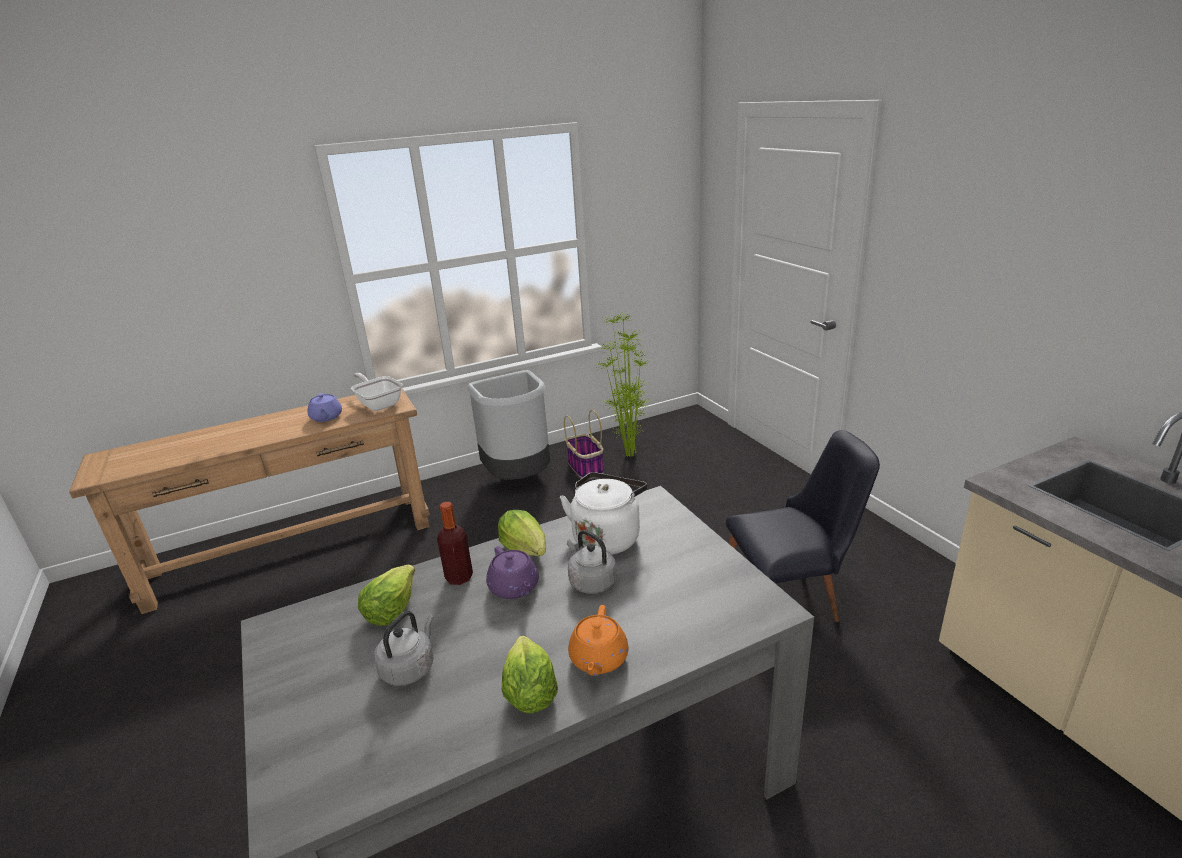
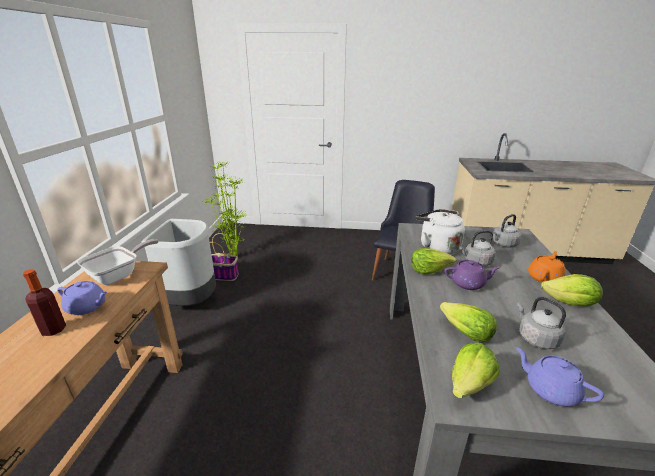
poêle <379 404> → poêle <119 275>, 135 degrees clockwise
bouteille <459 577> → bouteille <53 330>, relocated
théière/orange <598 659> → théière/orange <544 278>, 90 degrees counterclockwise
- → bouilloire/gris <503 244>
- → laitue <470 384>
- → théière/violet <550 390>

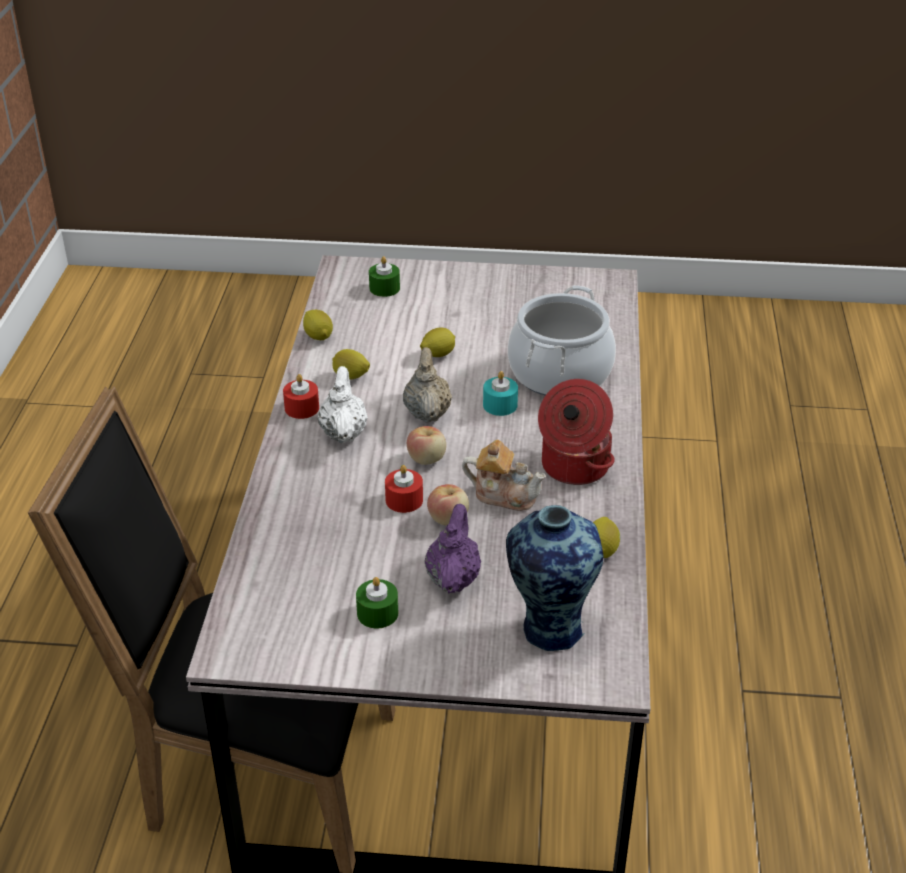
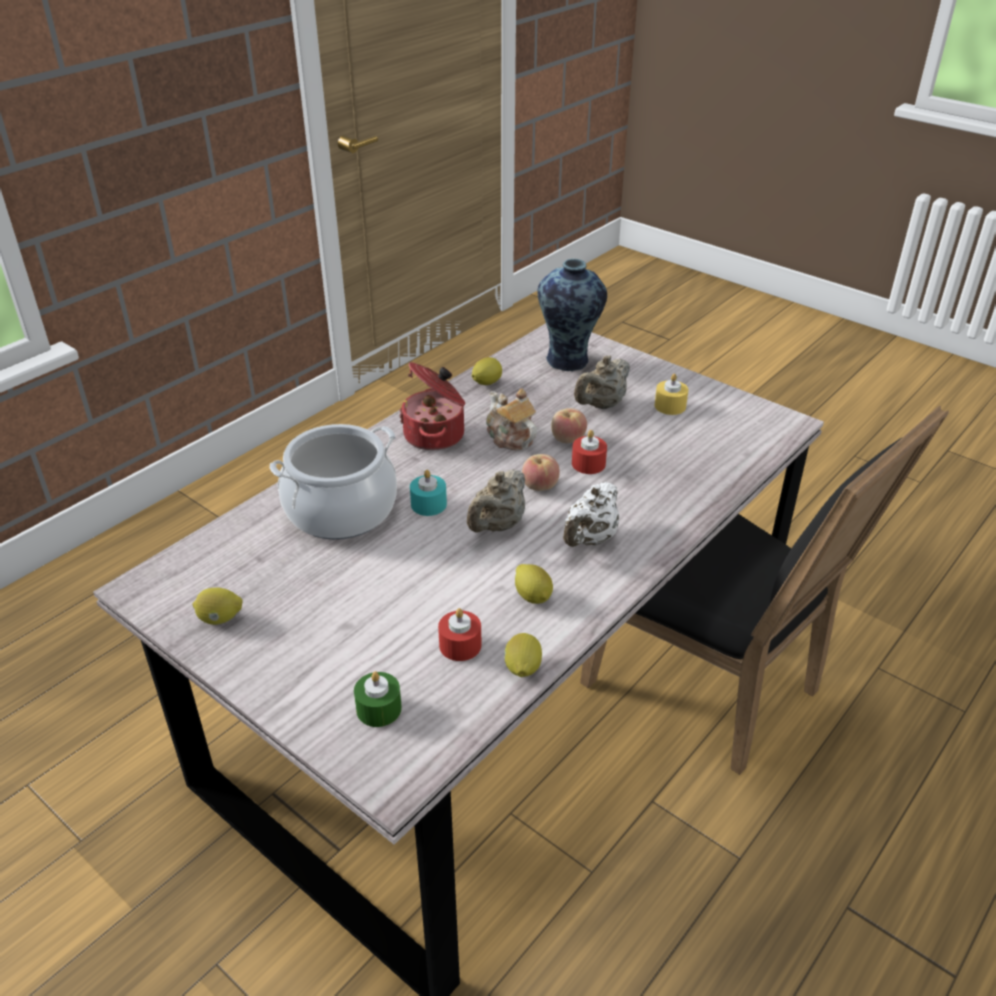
citron <437 354> → citron <220 619>, relocated
bougie/rouge <302 408> → bougie/rouge <460 645>, relocated
théière/violet <453 578> → théière/beige <601 405>
bougie/vert <377 613> → bougie/jaune <670 406>

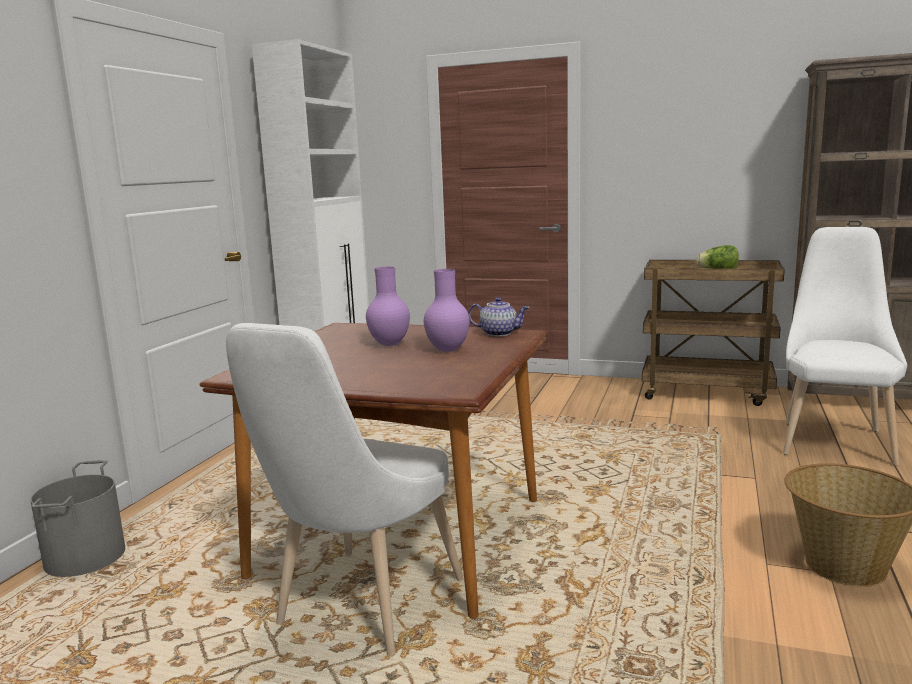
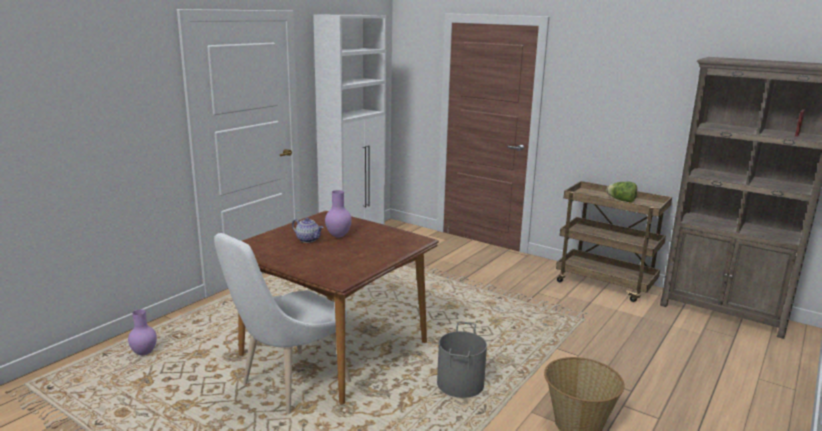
chaise/blanc <834 439> → -
vase/violet <447 350> → vase/violet <144 353>, relocated
théière <499 333> → théière <308 239>, relocated
seau/gris <86 558> → seau/gris <461 384>, relocated

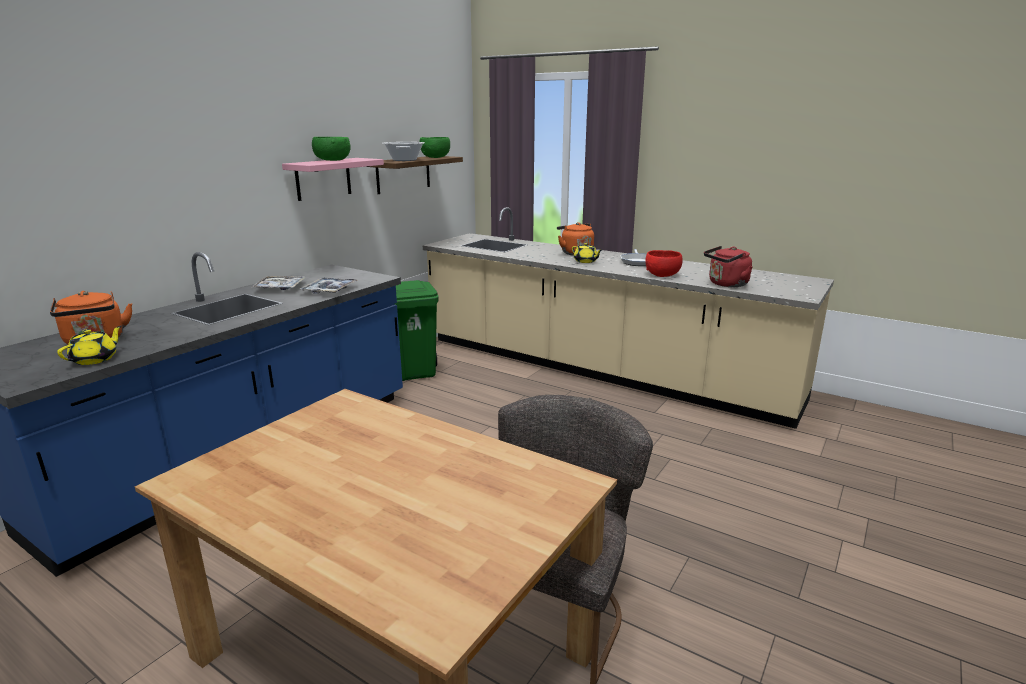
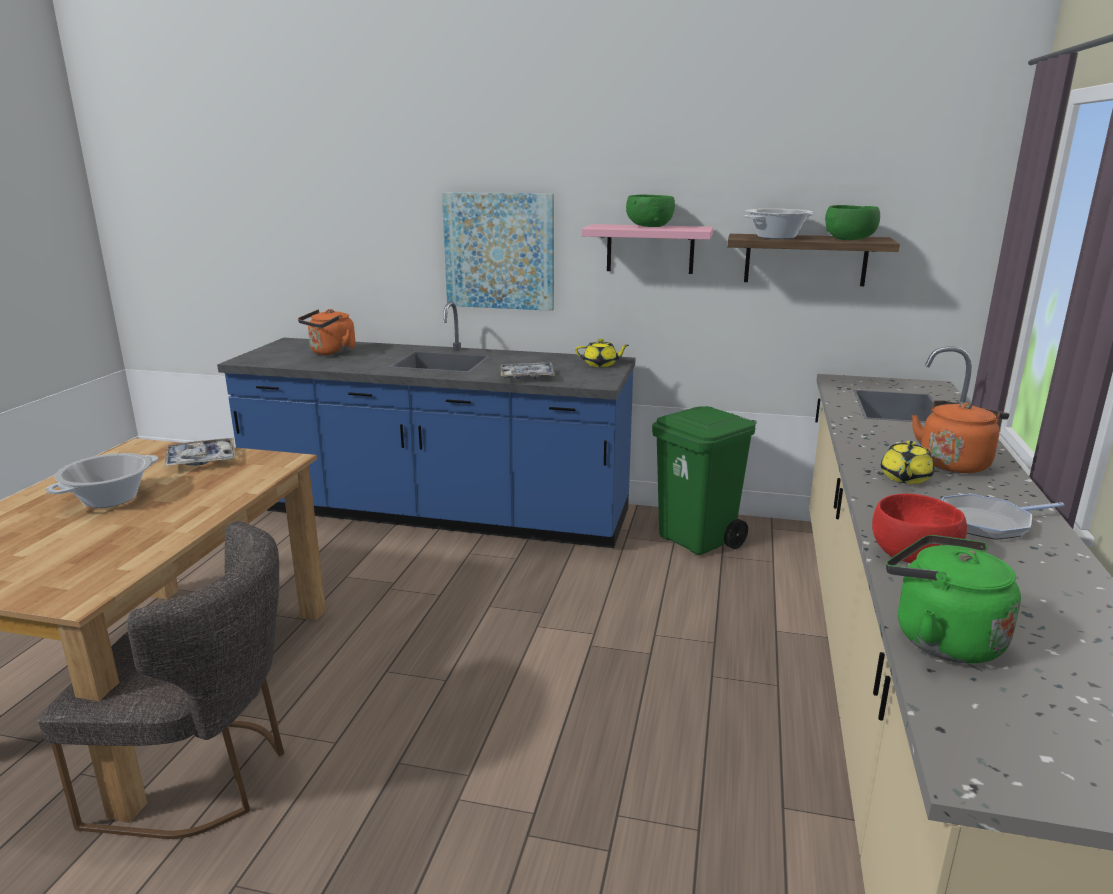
bouilloire/rouge <726 284> → bouilloire/vert <940 638>
plateau <280 288> → plateau <201 460>, relocated
théière/jaune <95 359> → théière/jaune <601 364>, relocated
- → tableau <499 251>
- → marmite <110 499>

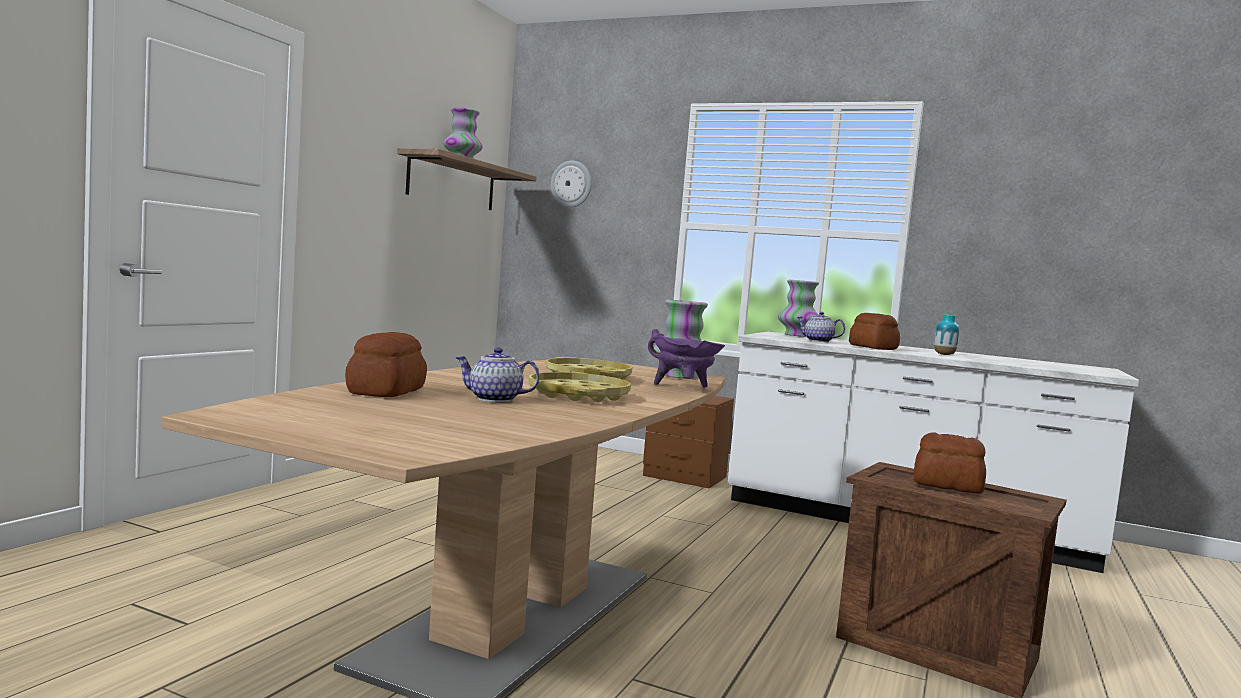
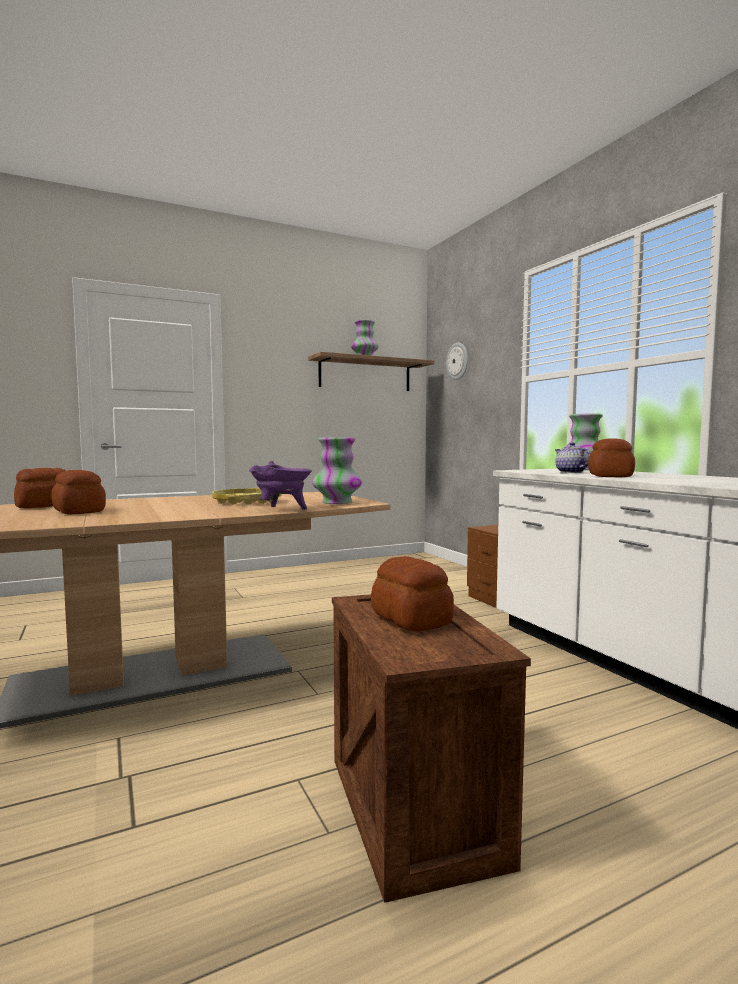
vase <944 354> → -
théière <494 399> → pain <78 511>
plateau/jaune <579 395> → -

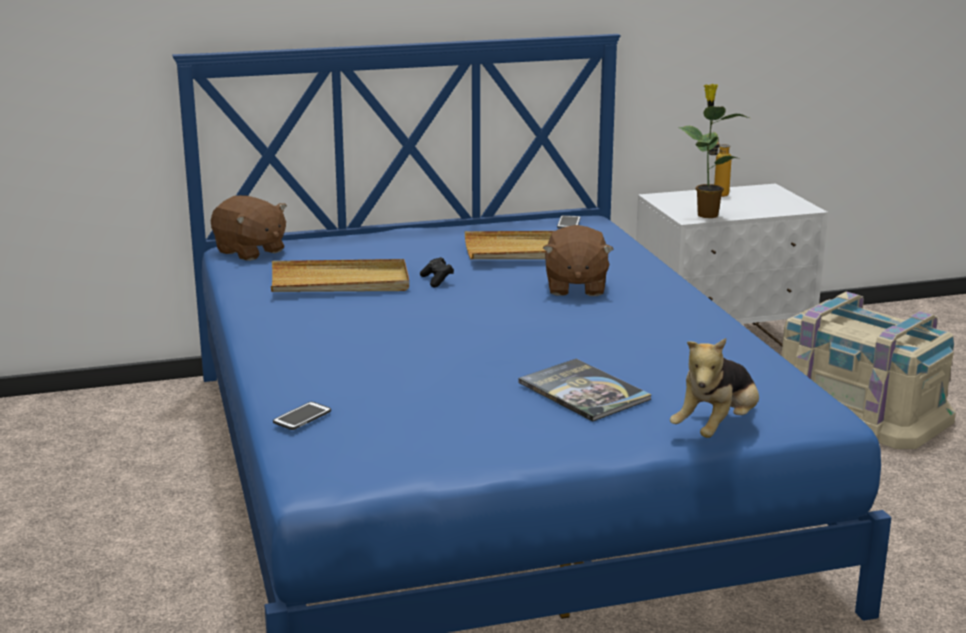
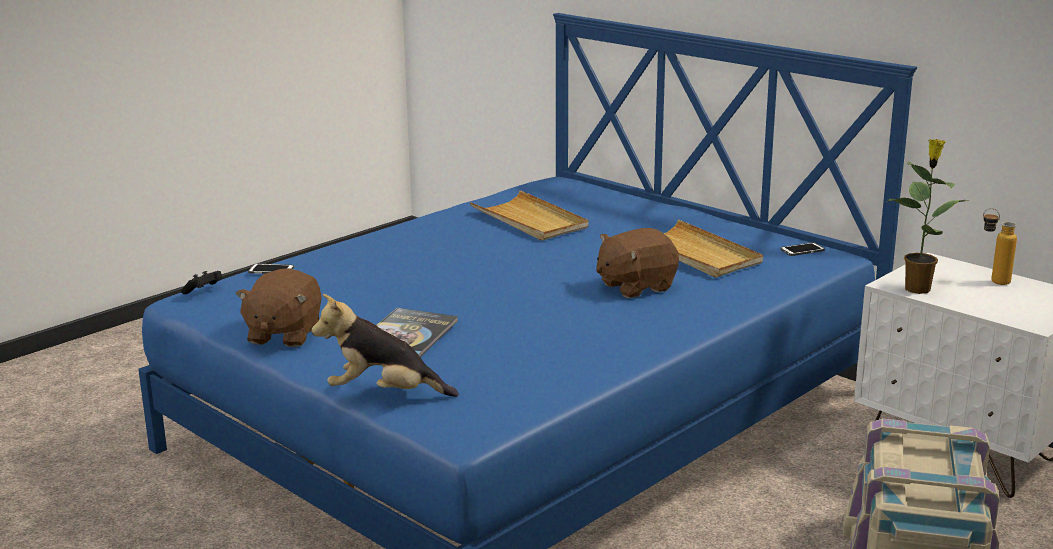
peluche/marron <250 251> → peluche/marron <283 335>, relocated
manette/noir <437 280> → manette/noir <204 291>, relocated

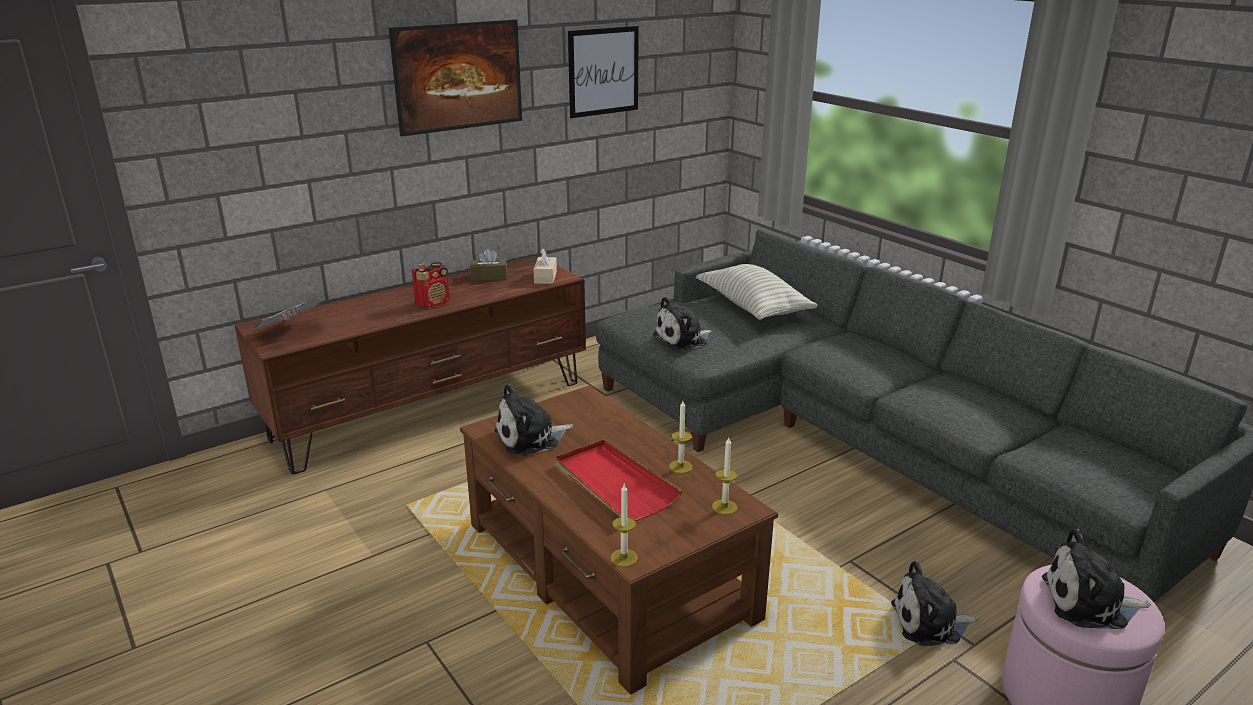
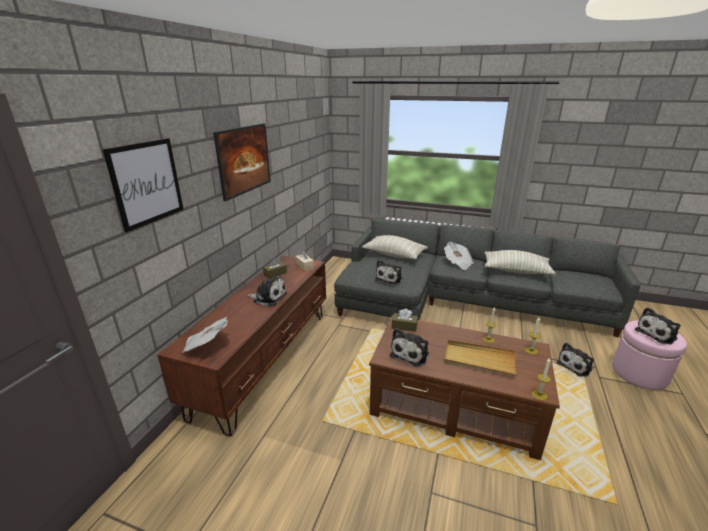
tableau <603 71> → tableau <147 183>, relocated
radio <433 302> → peluche <268 297>
plateau/rouge <614 484> → plateau/beige <479 360>
- → journal <458 263>
- → coussin <516 271>
- → boîte à mouchoirs/marron <404 326>

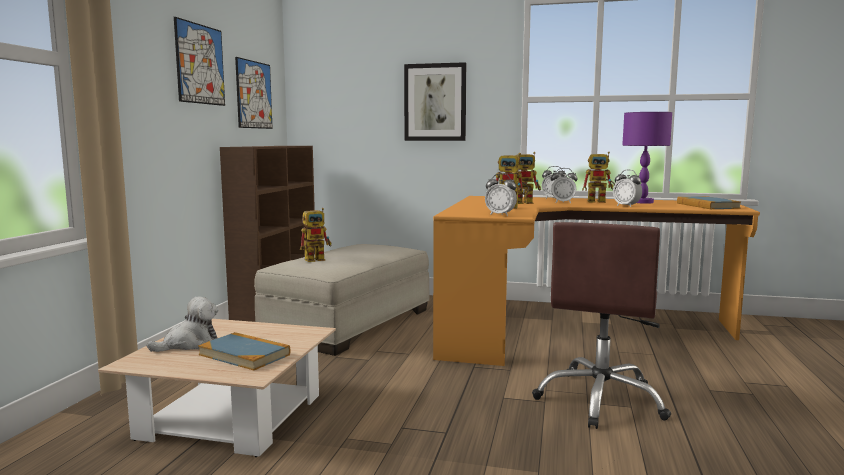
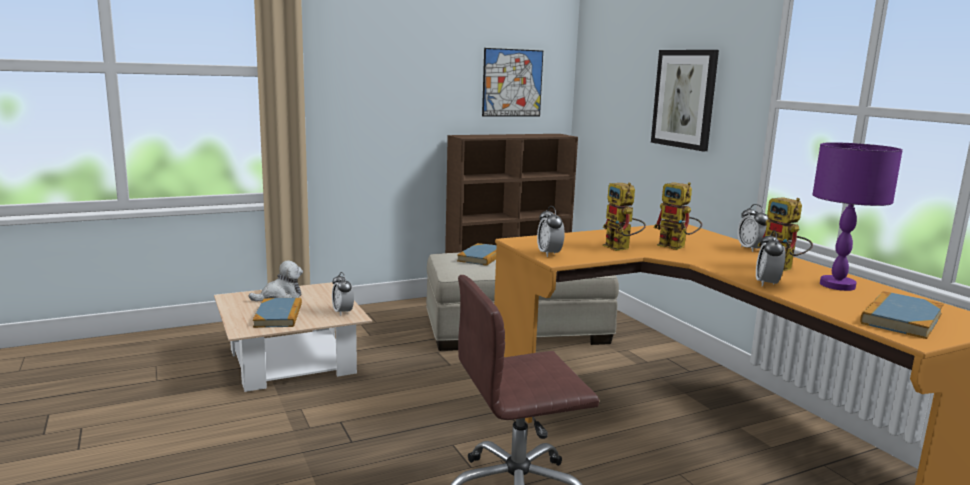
tableau <200 64> → -
réveil <563 202> → réveil <343 312>, relocated
robot jouet <318 259> → livre <482 257>
peluche <189 344> → peluche <280 297>, 45 degrees counterclockwise

